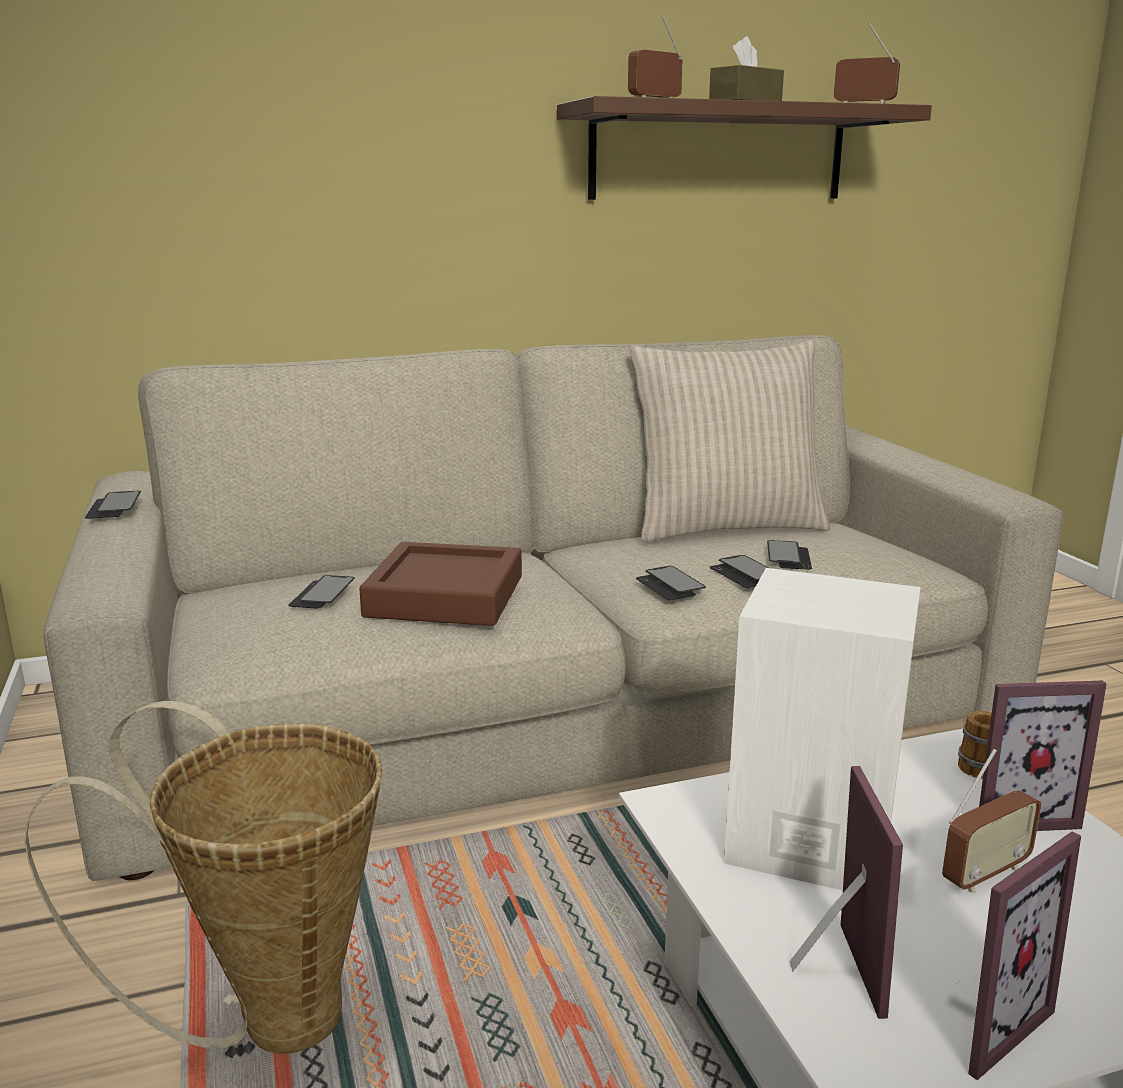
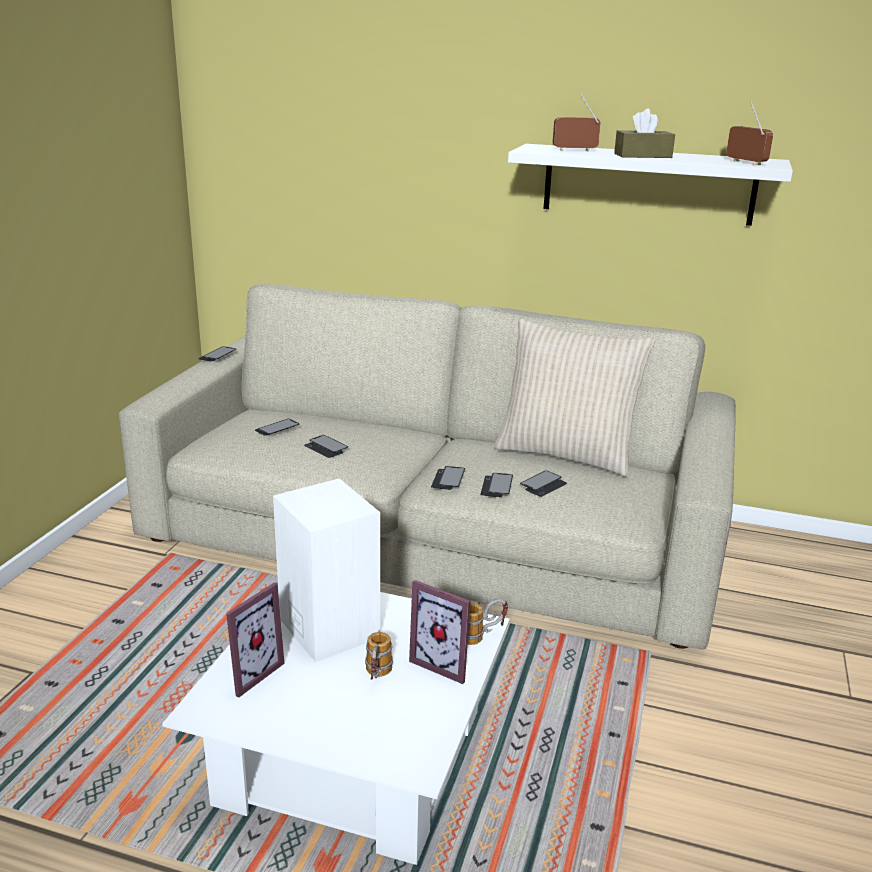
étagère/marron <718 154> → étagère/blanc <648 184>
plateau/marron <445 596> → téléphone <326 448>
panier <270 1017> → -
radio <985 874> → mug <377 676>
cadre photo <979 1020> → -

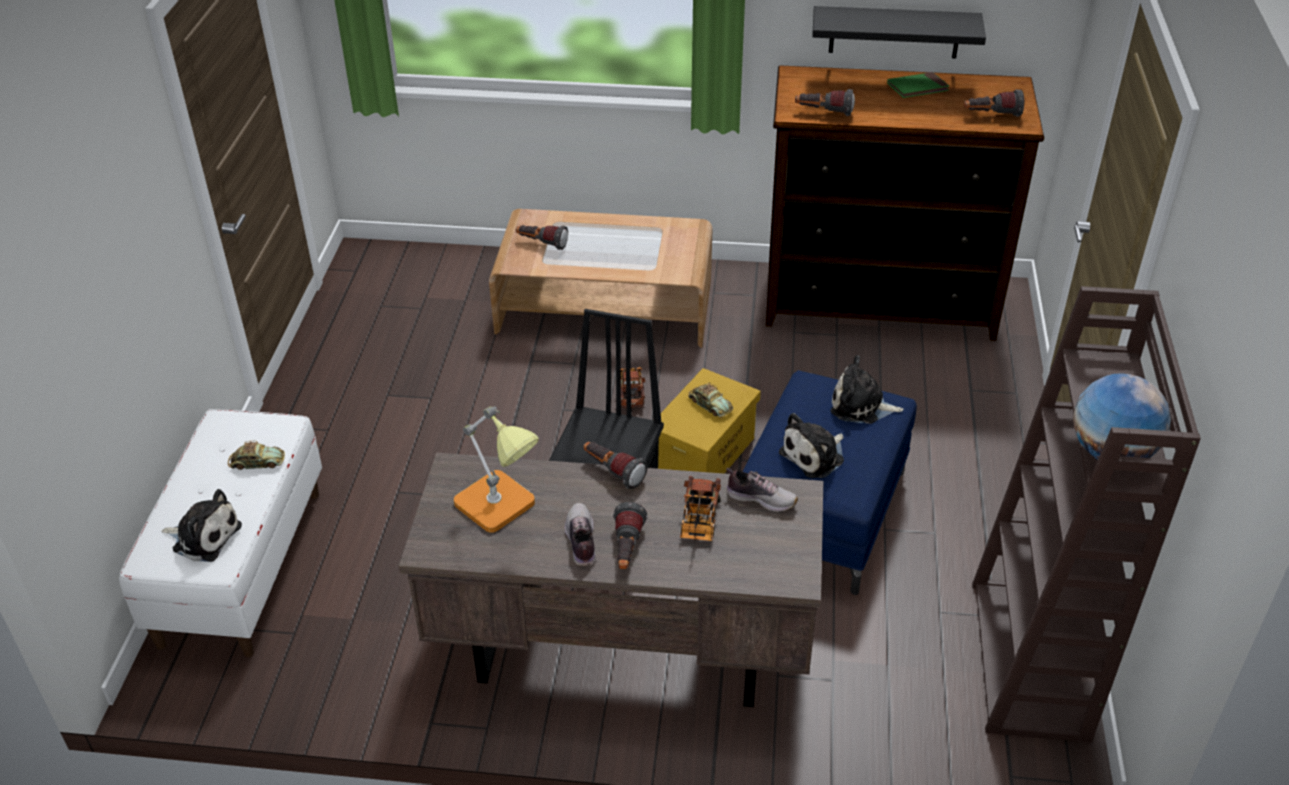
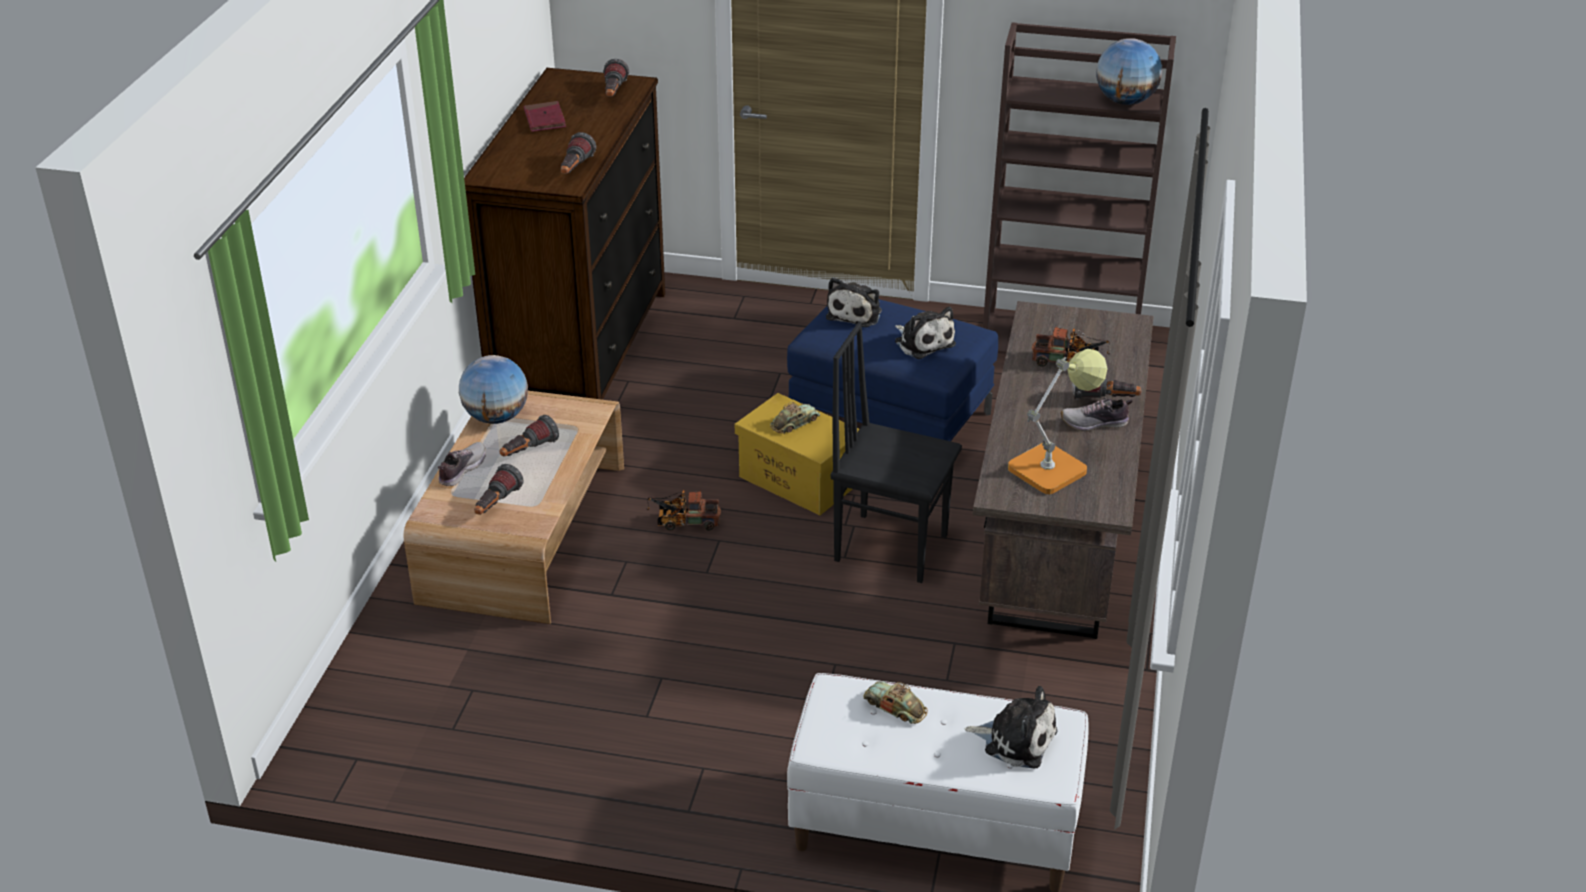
étagère/noir <894 32> → -
livre/vert <917 88> → livre/rouge <545 119>
petite voiture <257 462> → petite voiture <895 707>, 60 degrees counterclockwise
lampe de poche <612 472> → lampe de poche <528 451>, relocated
chaussure <761 498> → chaussure <461 470>, relocated
peluche <204 537> → peluche <1016 739>, 90 degrees clockwise
- → globe <496 417>

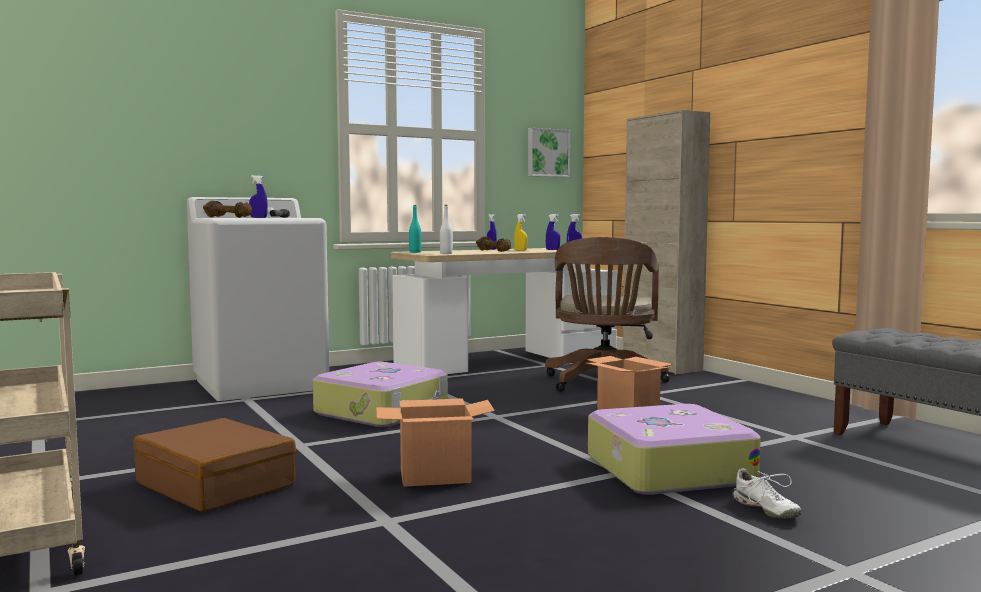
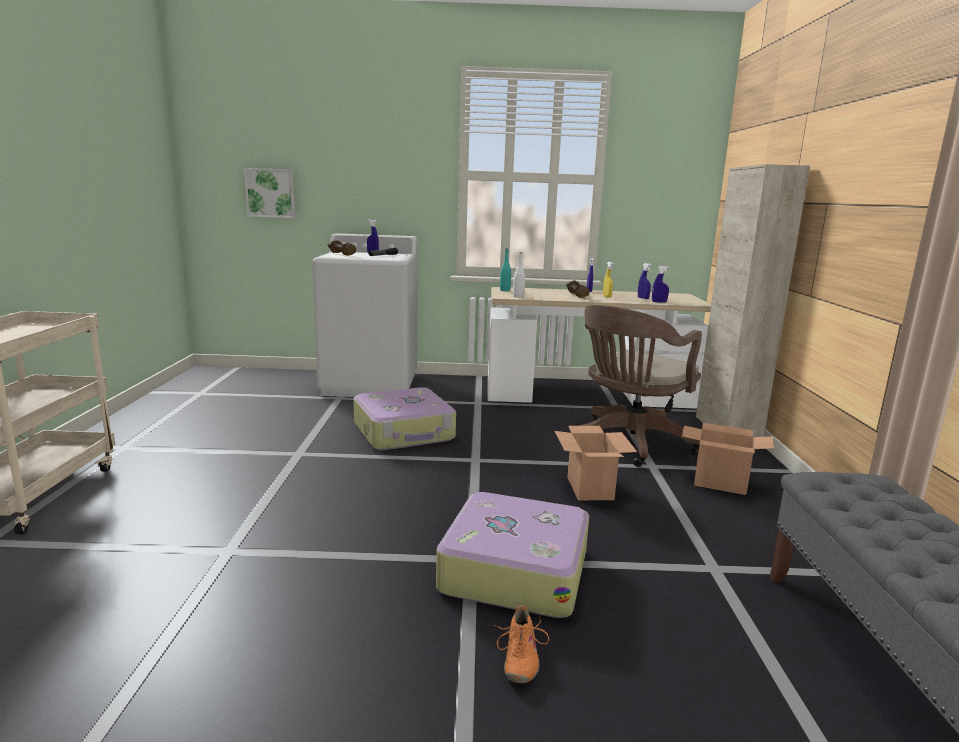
tableau <547 153> → tableau <271 193>, relocated
carton <434 477> → carton <719 483>, relocated
valise/marron <216 484> → -
chaussure/blanc <765 509> → chaussure/orange <519 657>

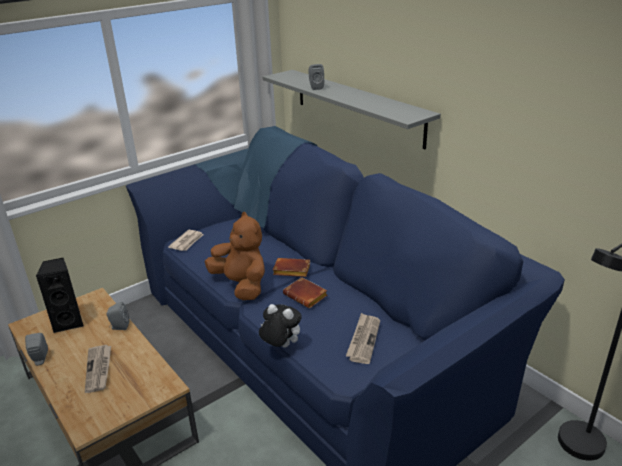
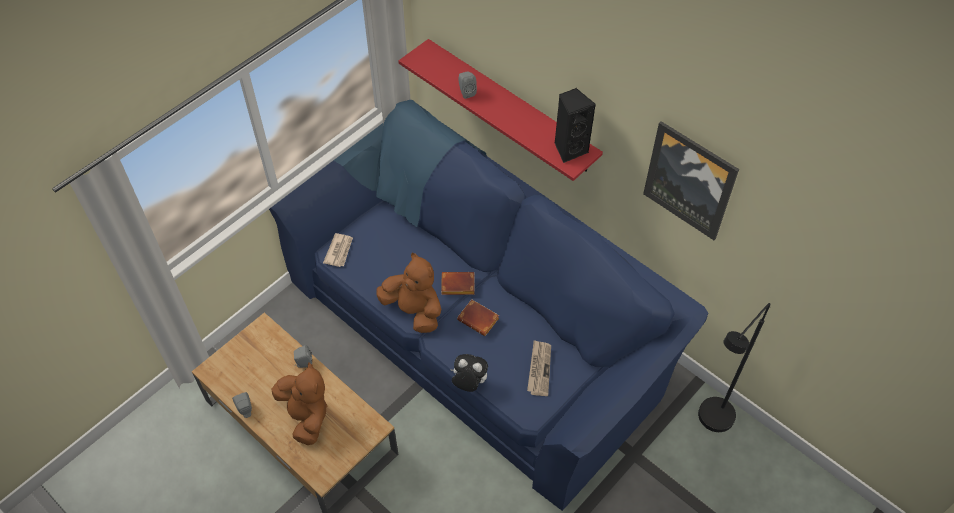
étagère/gris <357 106> → étagère/rouge <511 106>
enceinte/noir <69 322> → enceinte/noir <569 149>, relocated
journal <99 369> → peluche/marron <306 416>
- → tableau <690 180>

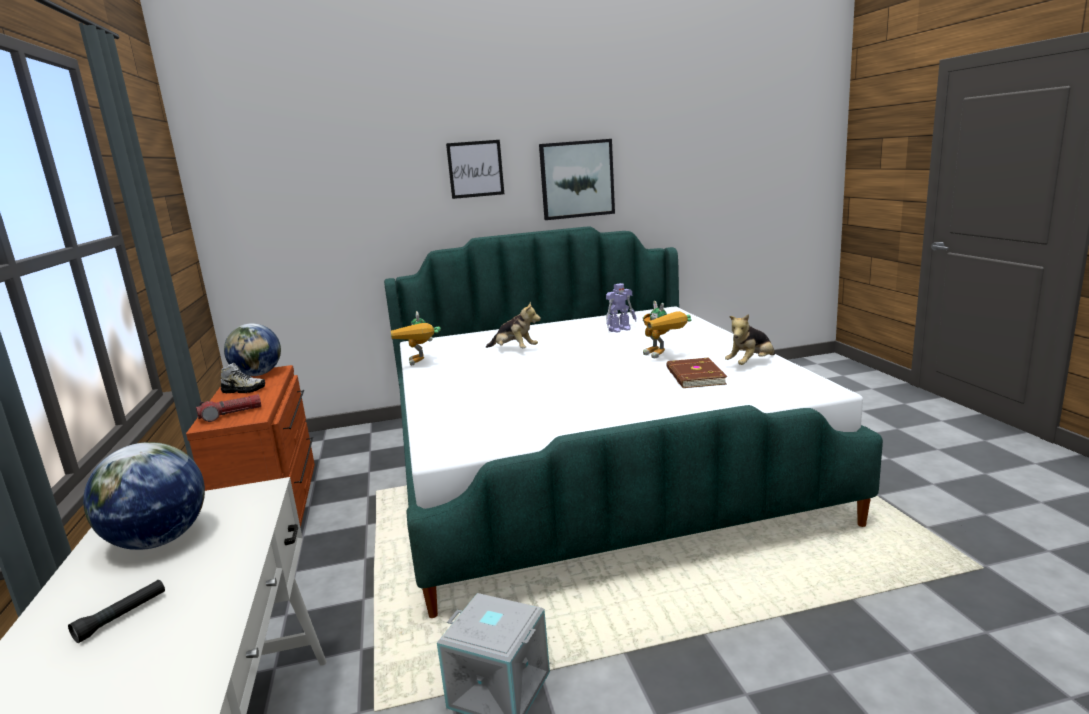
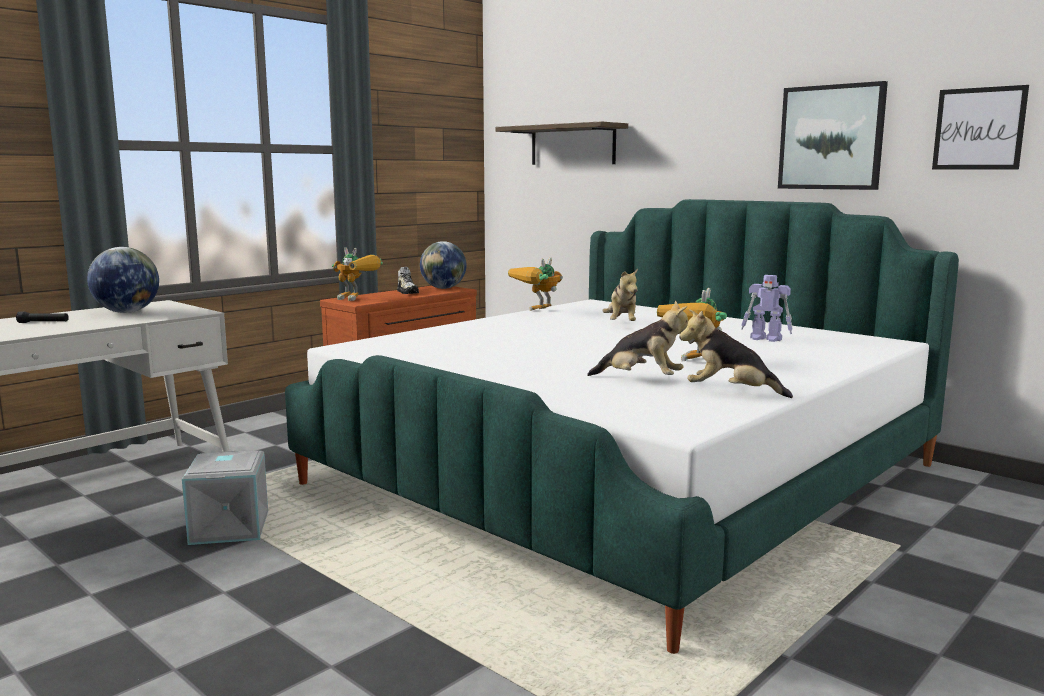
tableau <475 169> → tableau <979 128>, relocated
livre/marron <694 376> → peluche <641 379>
lampe de poche <231 414> → robot jouet <358 299>
- → étagère <572 145>

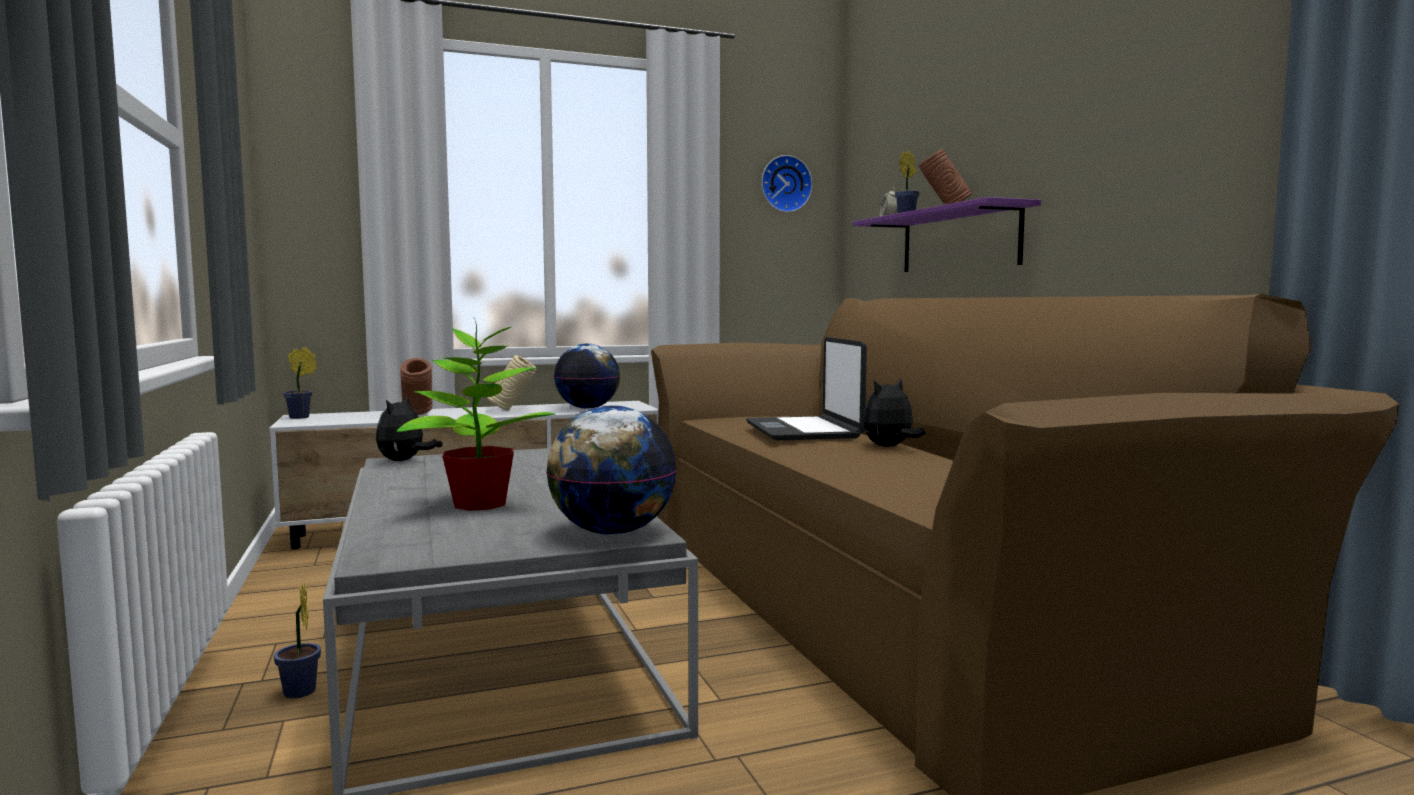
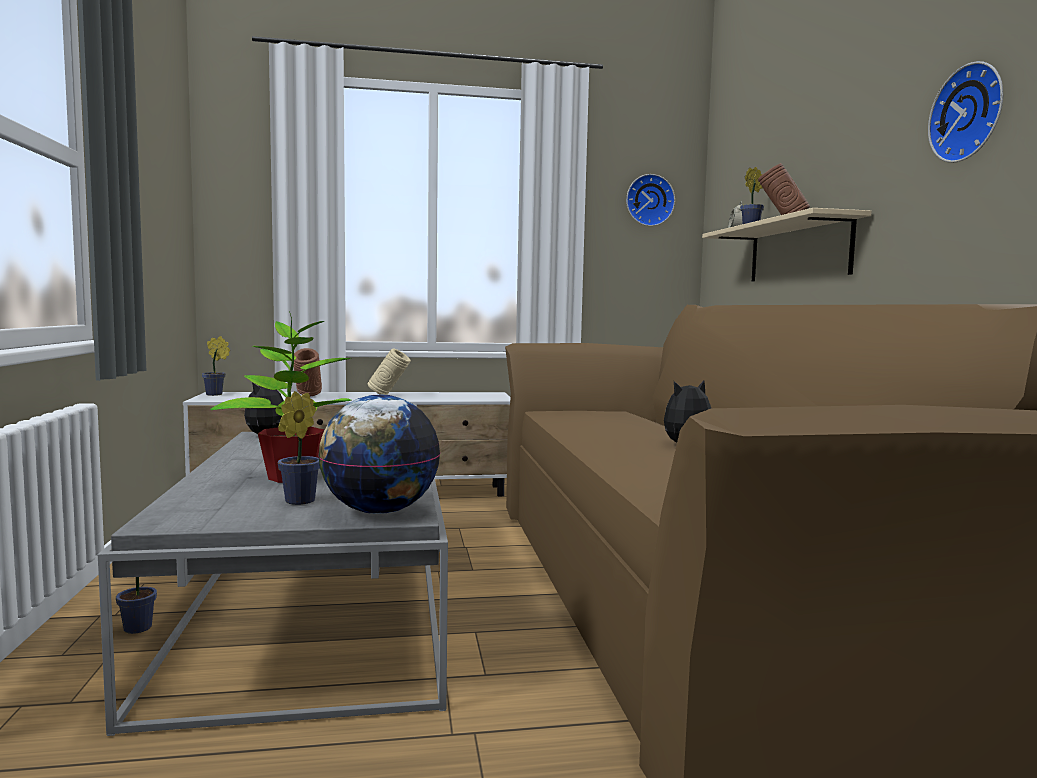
étagère/violet <959 240> → étagère/beige <798 251>
ordinateur portable <804 431> → -
globe <588 408> → -
- → horloge murale <970 113>
- → plante en pot <296 502>

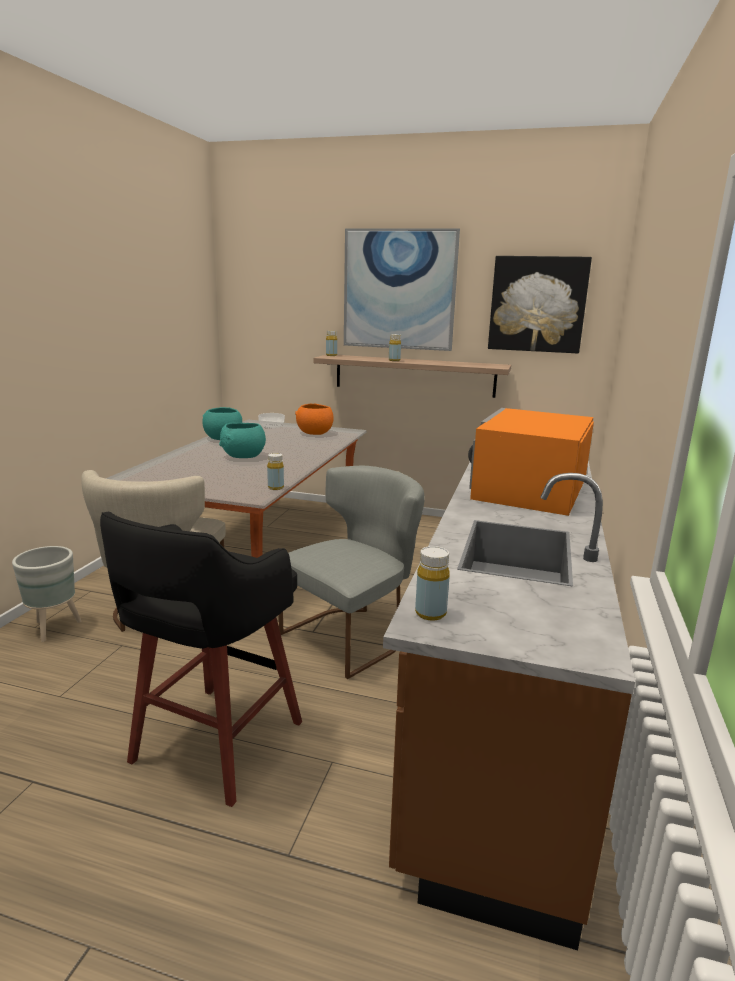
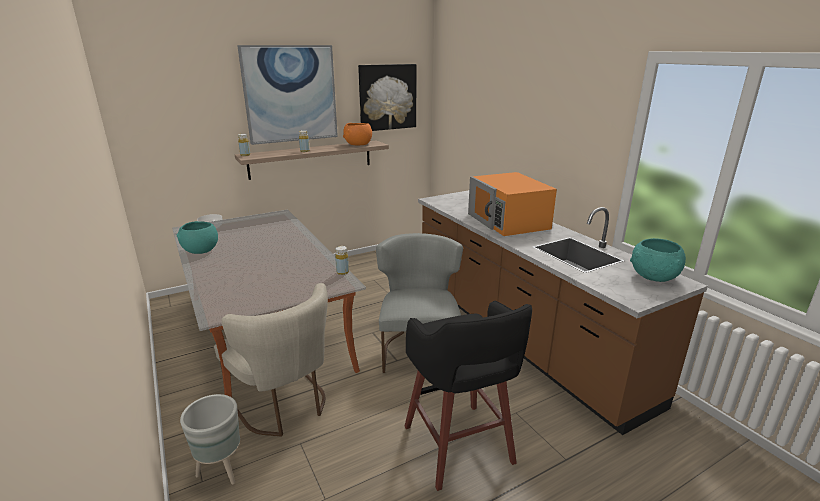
bol/orange <314 433> → bol/orange <357 145>, relocated
bol/turquoise <242 456> → bol/turquoise <654 277>, relocated
bouteille/jaune <430 613> → -

